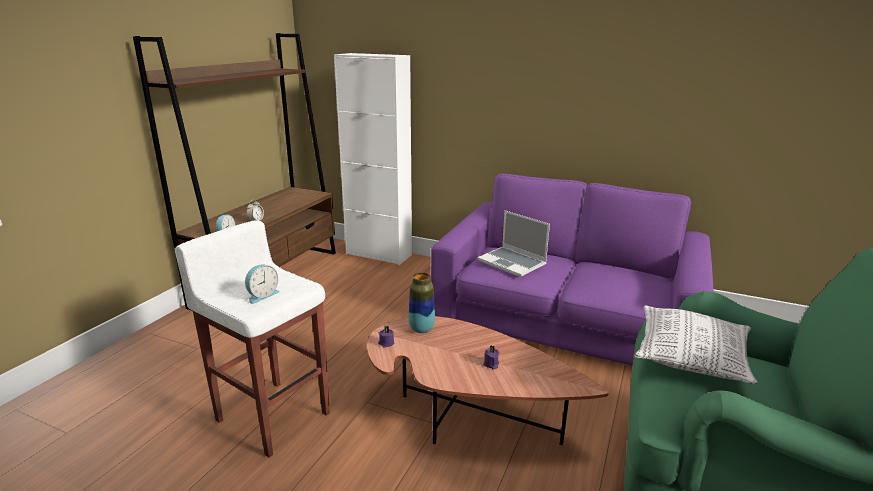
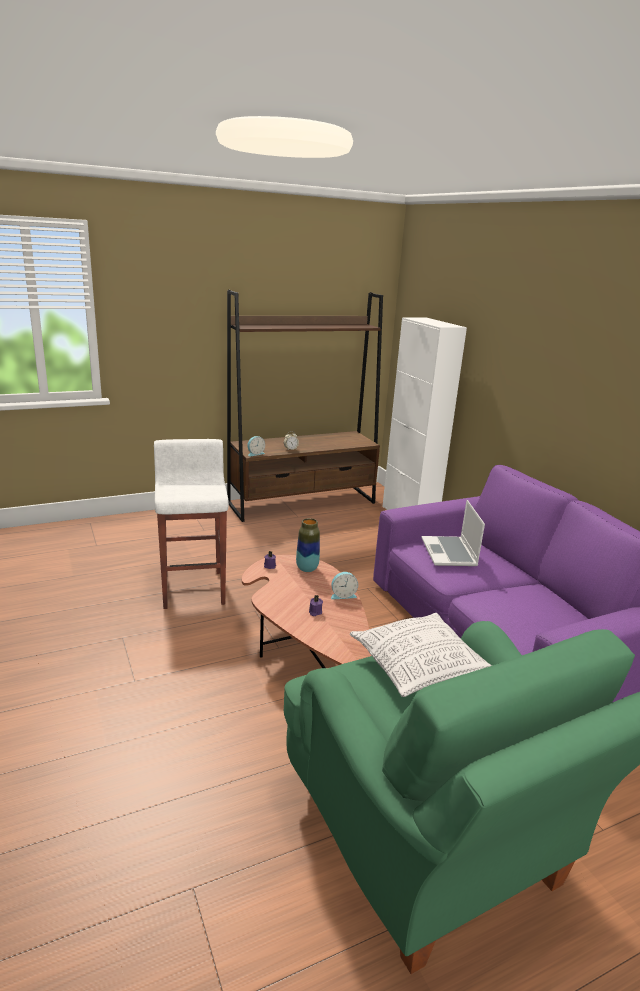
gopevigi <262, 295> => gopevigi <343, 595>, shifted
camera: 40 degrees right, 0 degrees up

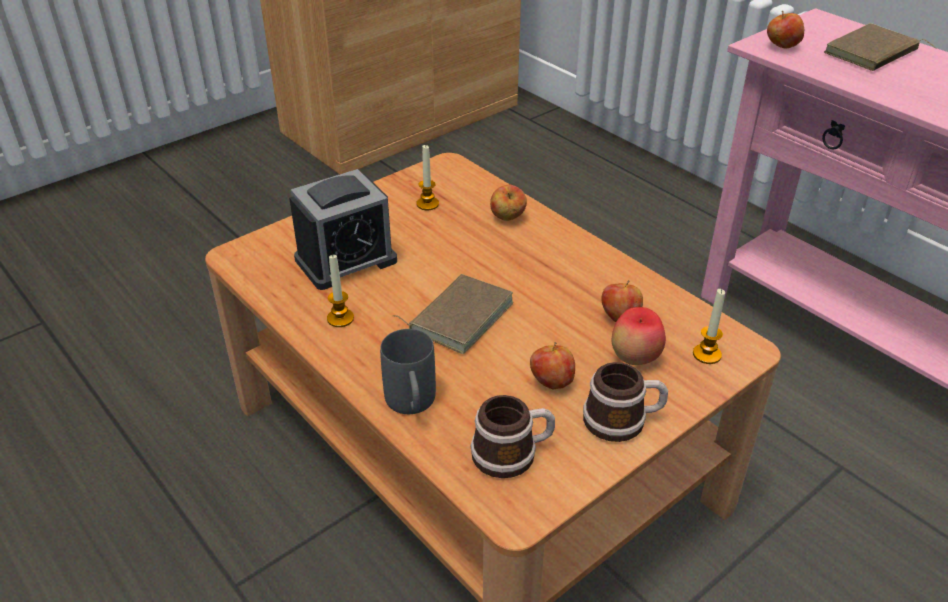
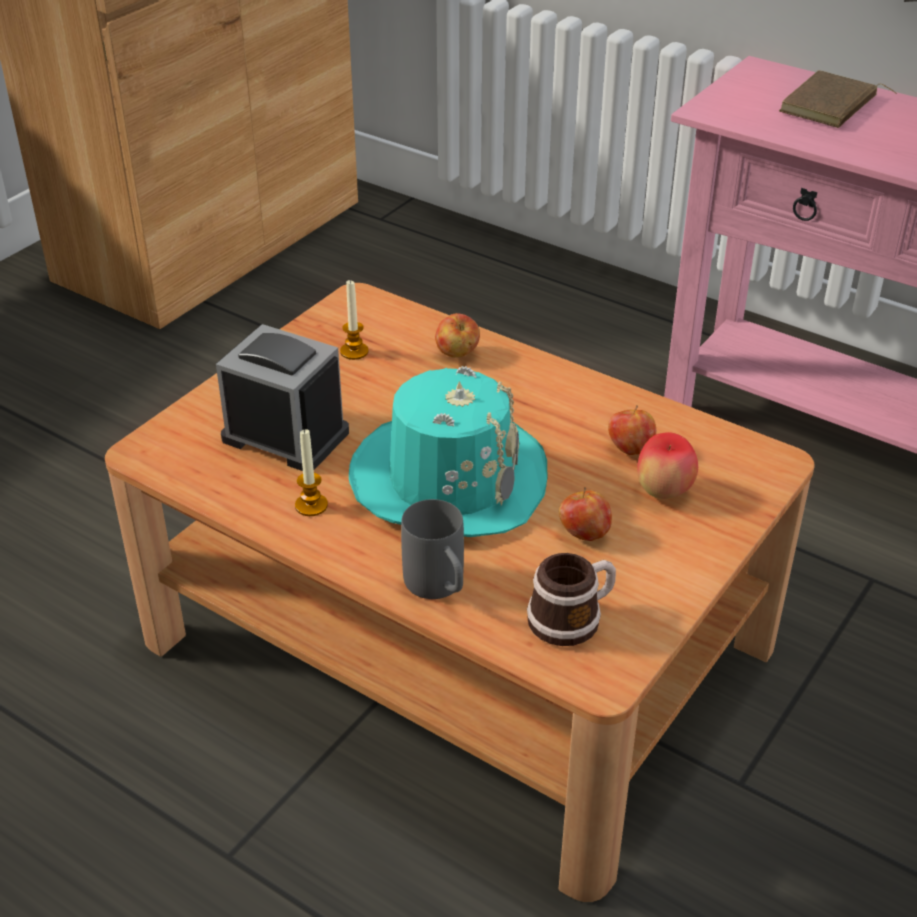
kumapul <781, 47> => nothing
gopevigi <346, 260> => gopevigi <285, 435>, 105 degrees counterclockwise
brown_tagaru <459, 316> => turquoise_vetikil <449, 478>
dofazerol <707, 354> => nothing
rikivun <622, 420> => nothing
camera: 15 degrees left, 0 degrees up

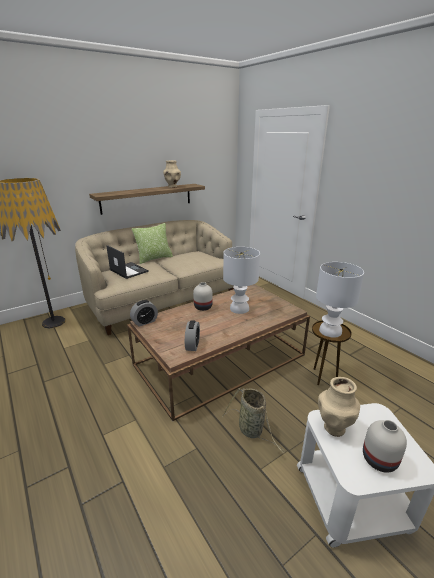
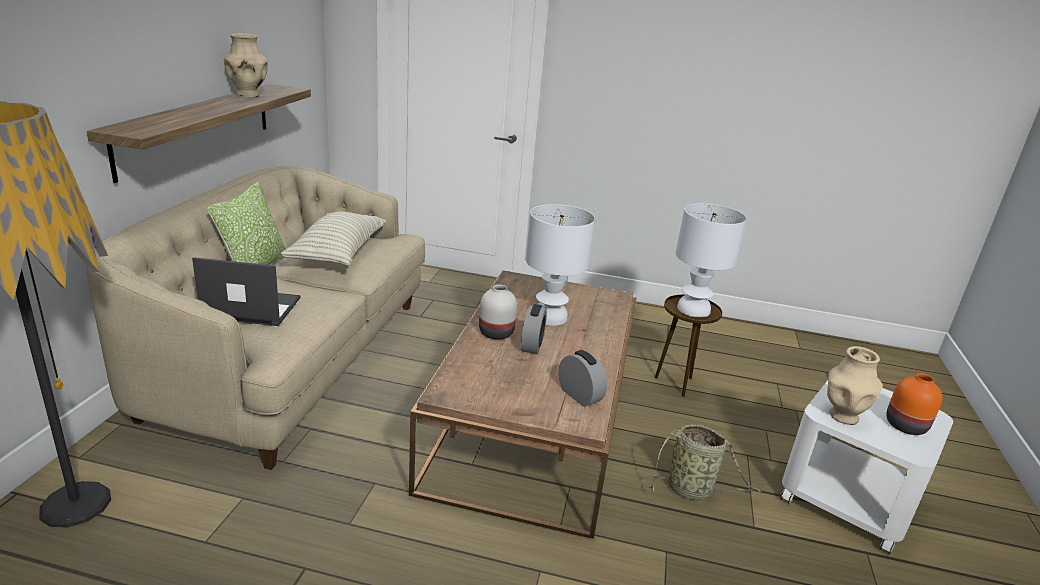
gopevigi <145, 322> => gopevigi <532, 345>, shifted
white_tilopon <379, 460> => orange_tilopon <906, 426>
nothing => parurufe <338, 253>
camera: 45 degrees left, 0 degrees up

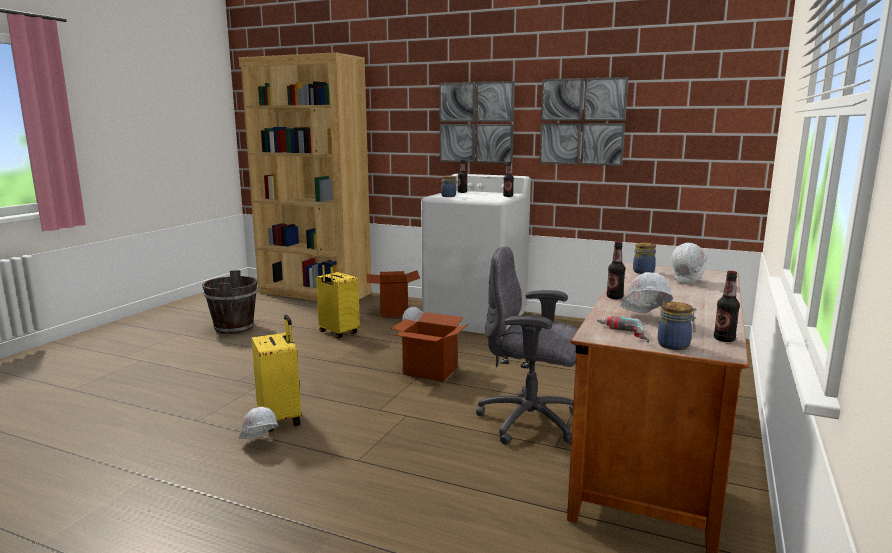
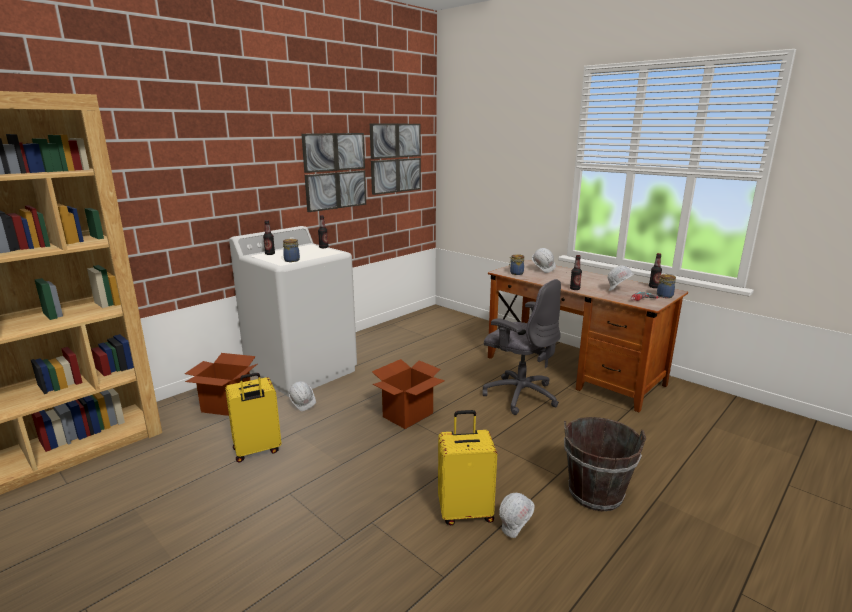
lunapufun <476, 122> => lunapufun <395, 158>, shifted
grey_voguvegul <531, 422> => grey_voguvegul <519, 395>, 90 degrees counterclockwise
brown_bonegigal <233, 328> => brown_bonegigal <595, 494>, shifted
camera: 70 degrees left, 5 degrees up

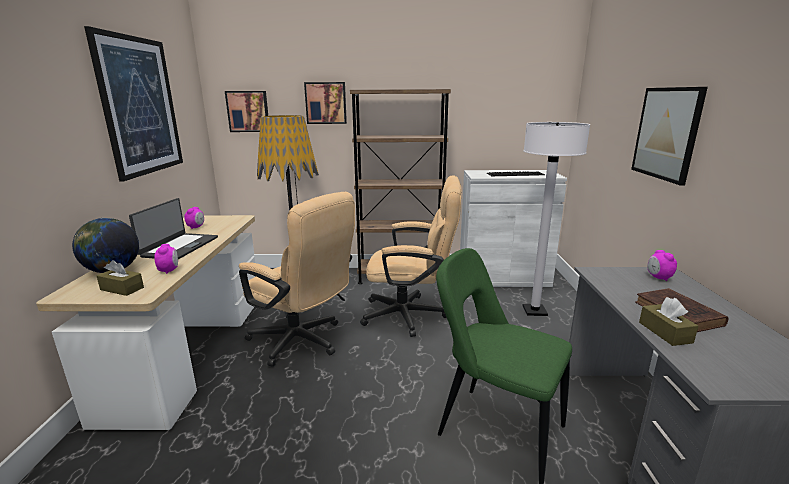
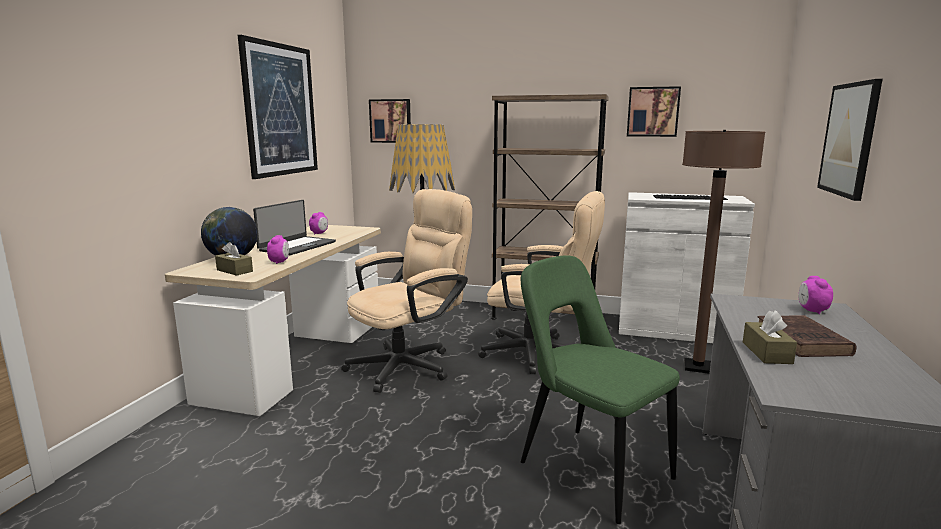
lunapufun <326, 103> => lunapufun <653, 112>, shifted
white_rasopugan <534, 311> => brown_rasopugan <697, 367>
beige_voguvegul <302, 342> => beige_voguvegul <409, 364>, 90 degrees counterclockwise
camera: 15 degrees right, 5 degrees down

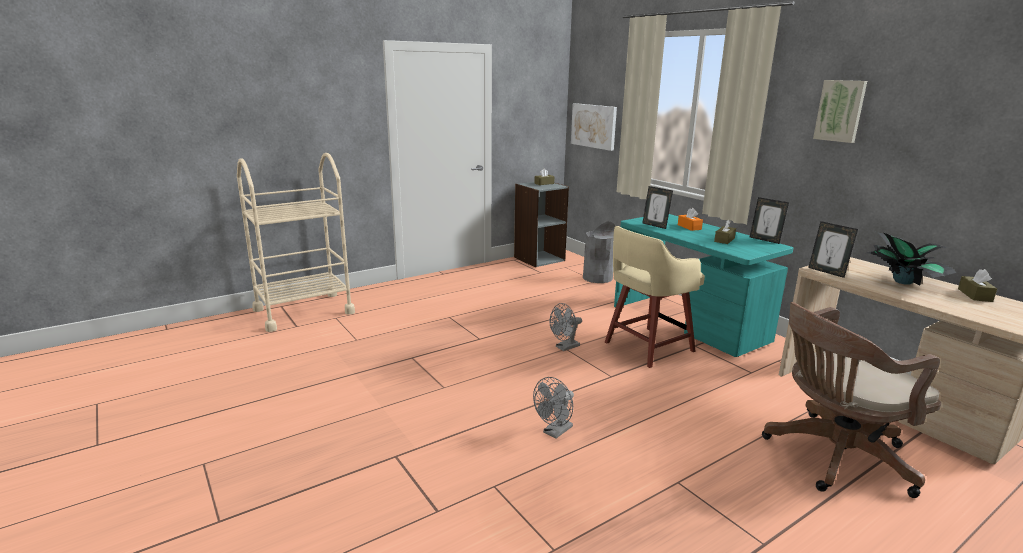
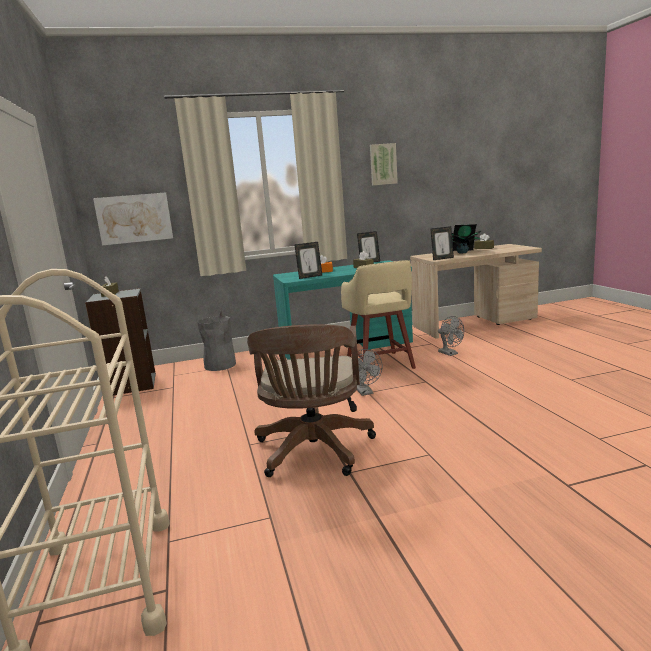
brown_voguvegul <832, 457> => brown_voguvegul <313, 452>, shifted
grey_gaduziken <555, 432> => grey_gaduziken <450, 353>, shifted
camera: 70 degrees left, 5 degrees down

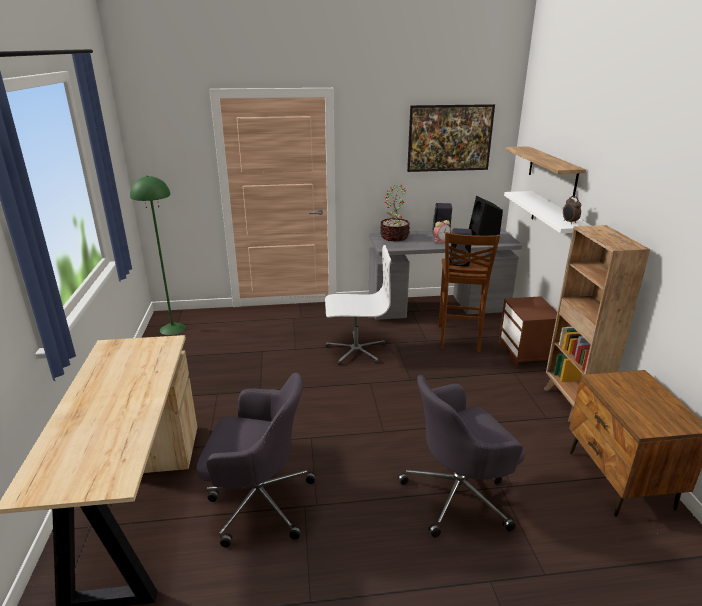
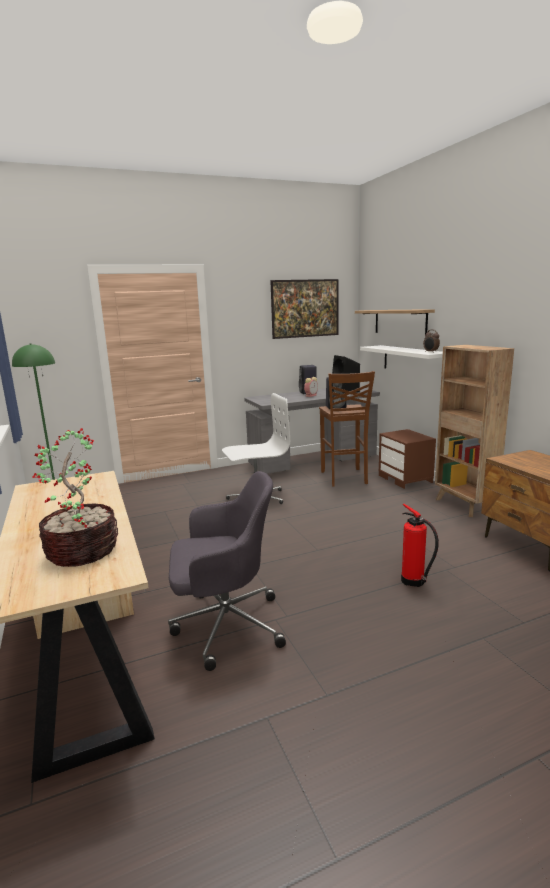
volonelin <394, 237> => volonelin <83, 550>, shifted
grey_voguvegul <459, 495> => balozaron <414, 582>
camera: 15 degrees left, 10 degrees down

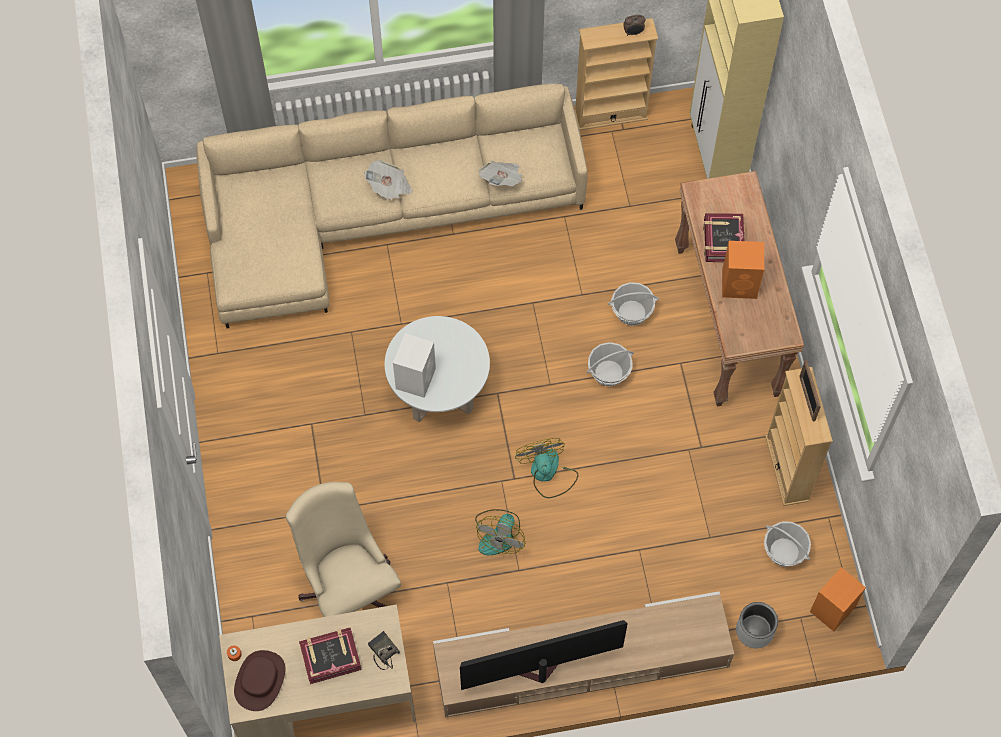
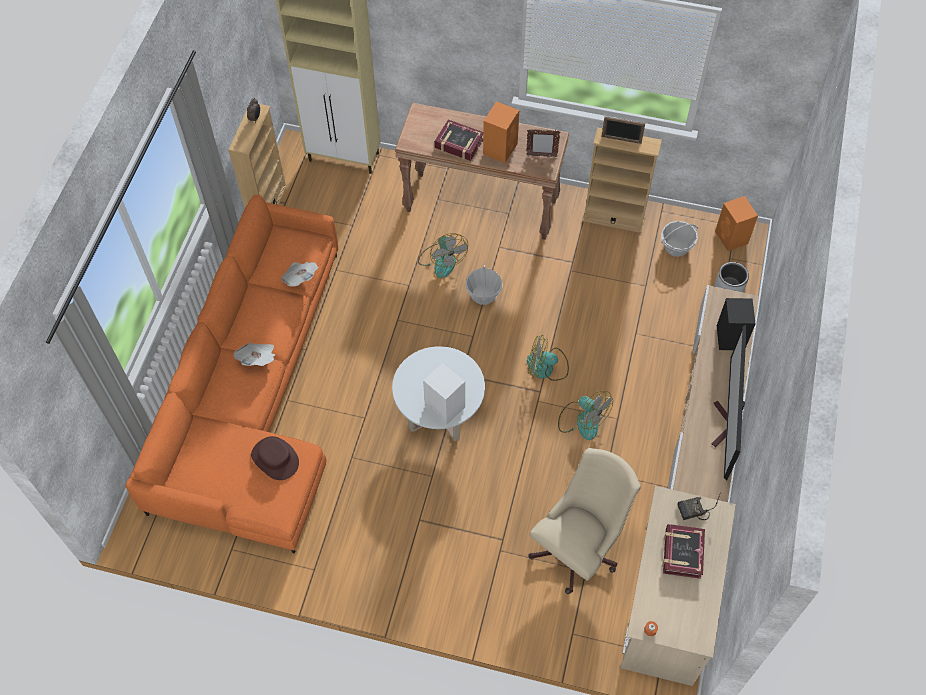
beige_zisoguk <376, 214> => orange_zisoguk <254, 397>
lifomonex <631, 313> => gaduziken <442, 260>
beige_voguvegul <348, 587> => beige_voguvegul <578, 547>, 135 degrees clockwise
brown_vetikil <260, 681> => brown_vetikil <275, 458>, shifted
nothing => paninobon <541, 156>
nothing => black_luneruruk <730, 338>
camera: 65 degrees left, 5 degrees down

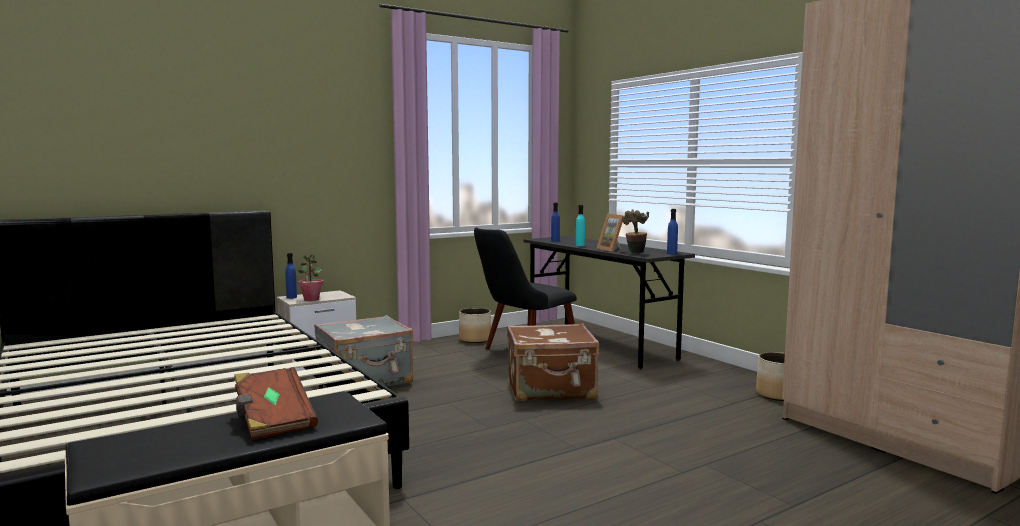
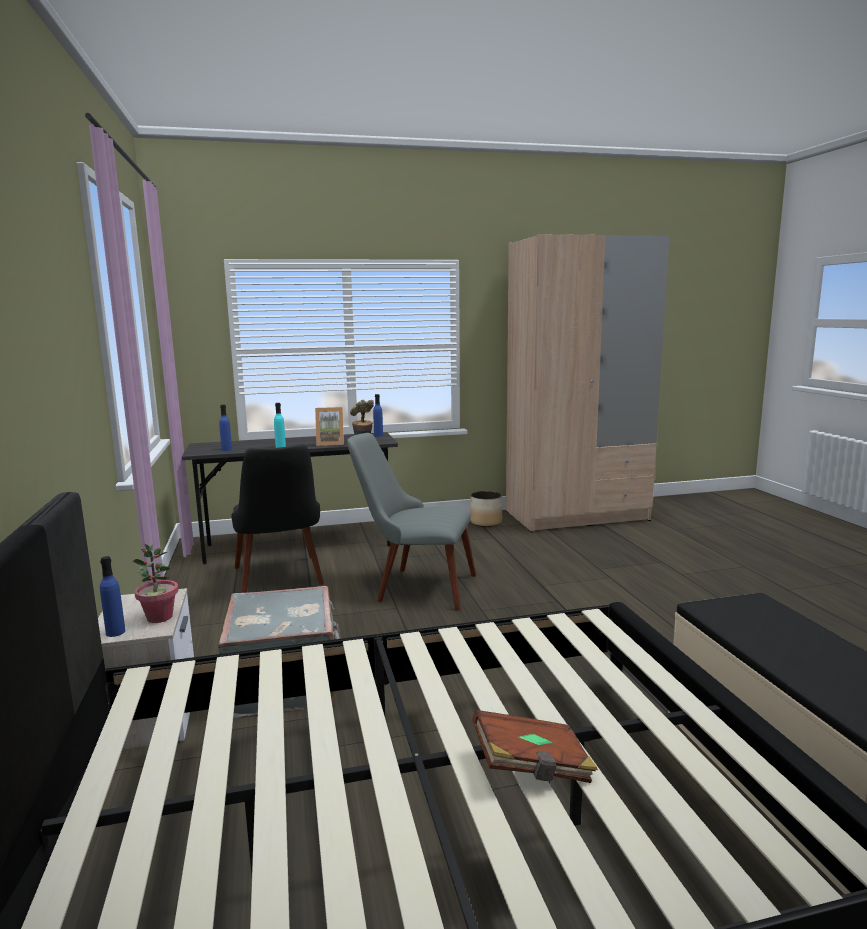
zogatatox <475, 339> => nothing
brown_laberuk <551, 390> => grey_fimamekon <413, 587>
brown_tagaru <273, 421> => brown_tagaru <532, 767>, shifted
camera: 70 degrees left, 5 degrees up

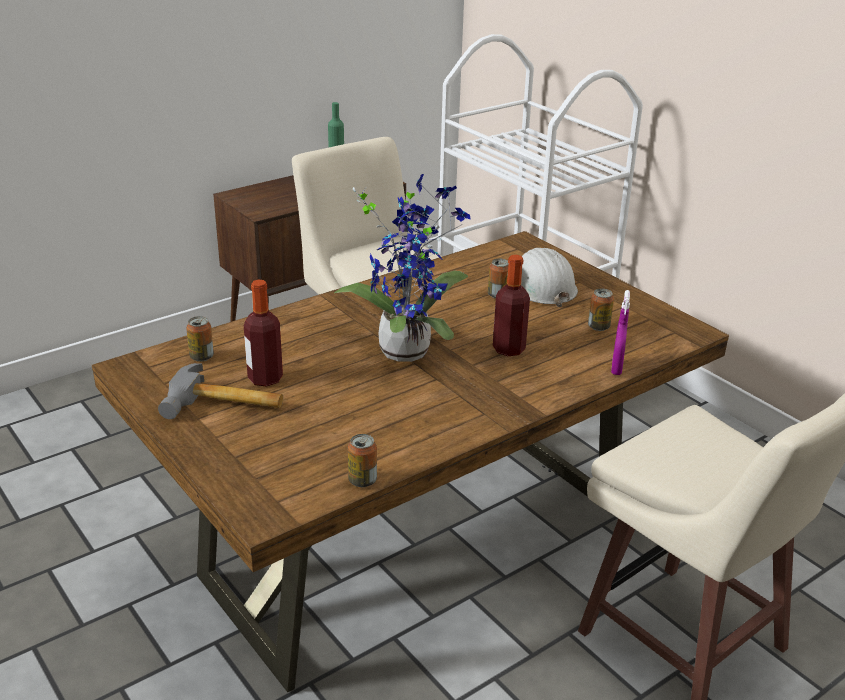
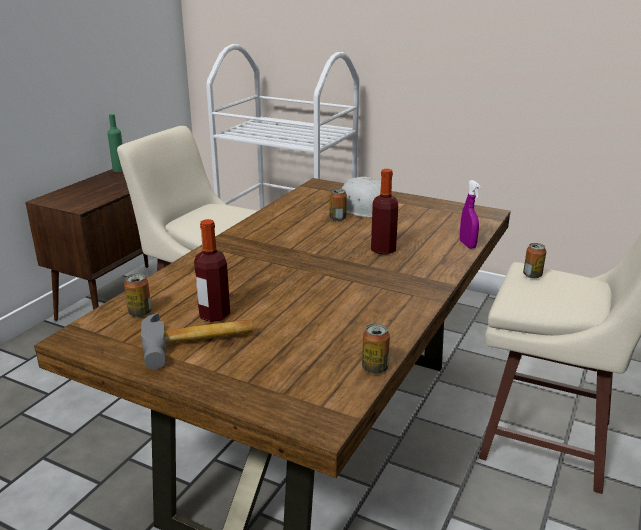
volonelin <407, 348> => nothing
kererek <598, 327> => kererek <532, 275>, shifted
camera: 25 degrees left, 5 degrees down

